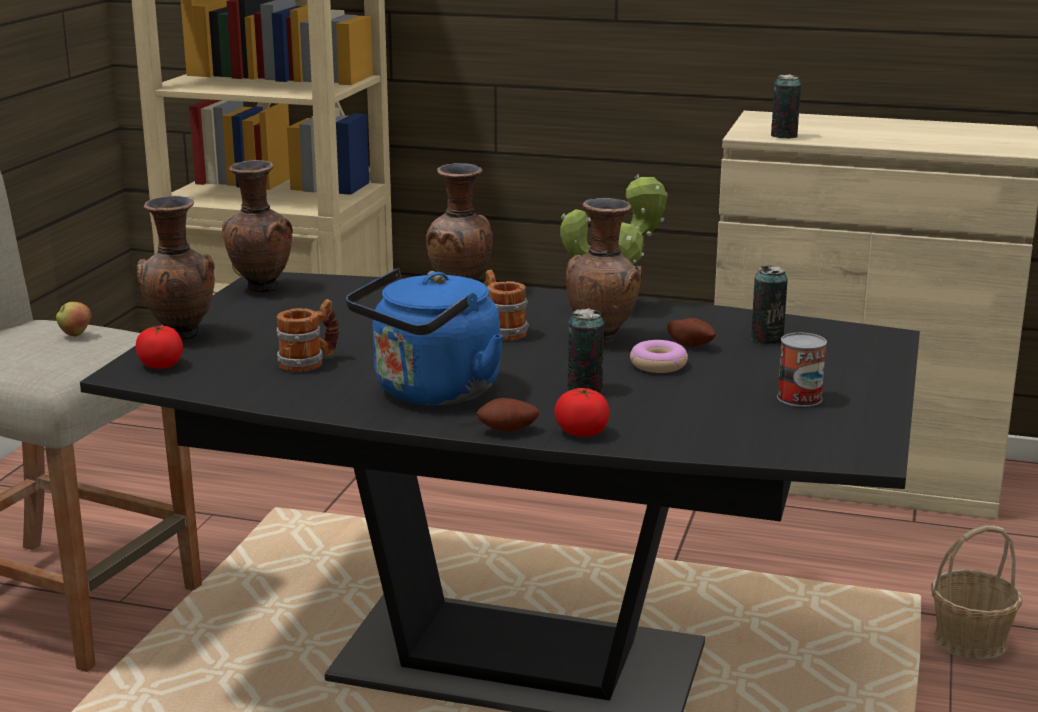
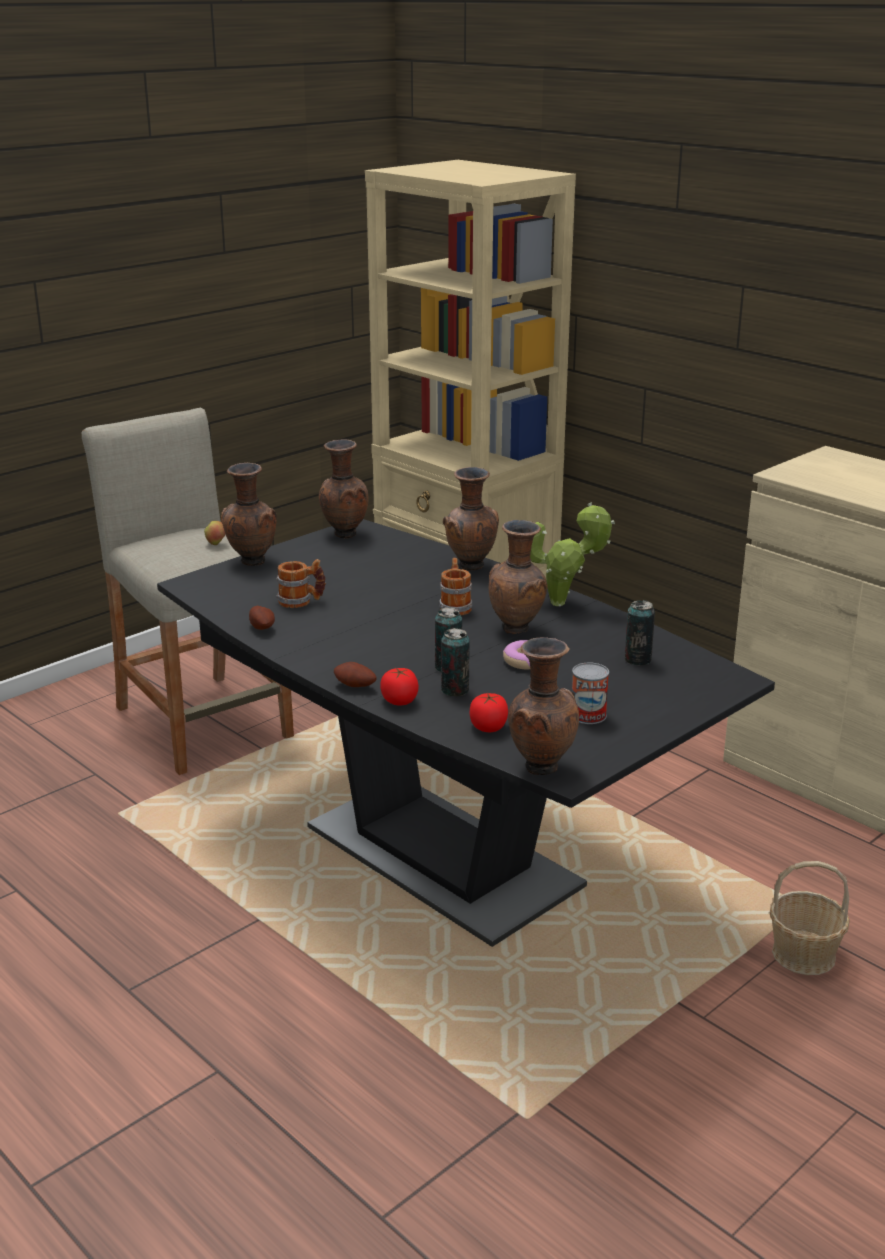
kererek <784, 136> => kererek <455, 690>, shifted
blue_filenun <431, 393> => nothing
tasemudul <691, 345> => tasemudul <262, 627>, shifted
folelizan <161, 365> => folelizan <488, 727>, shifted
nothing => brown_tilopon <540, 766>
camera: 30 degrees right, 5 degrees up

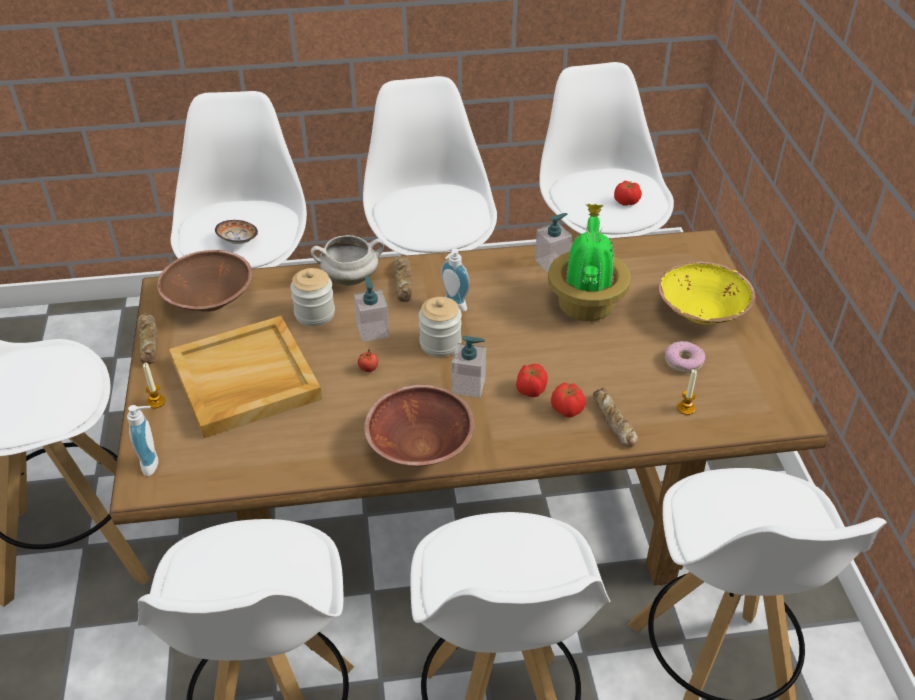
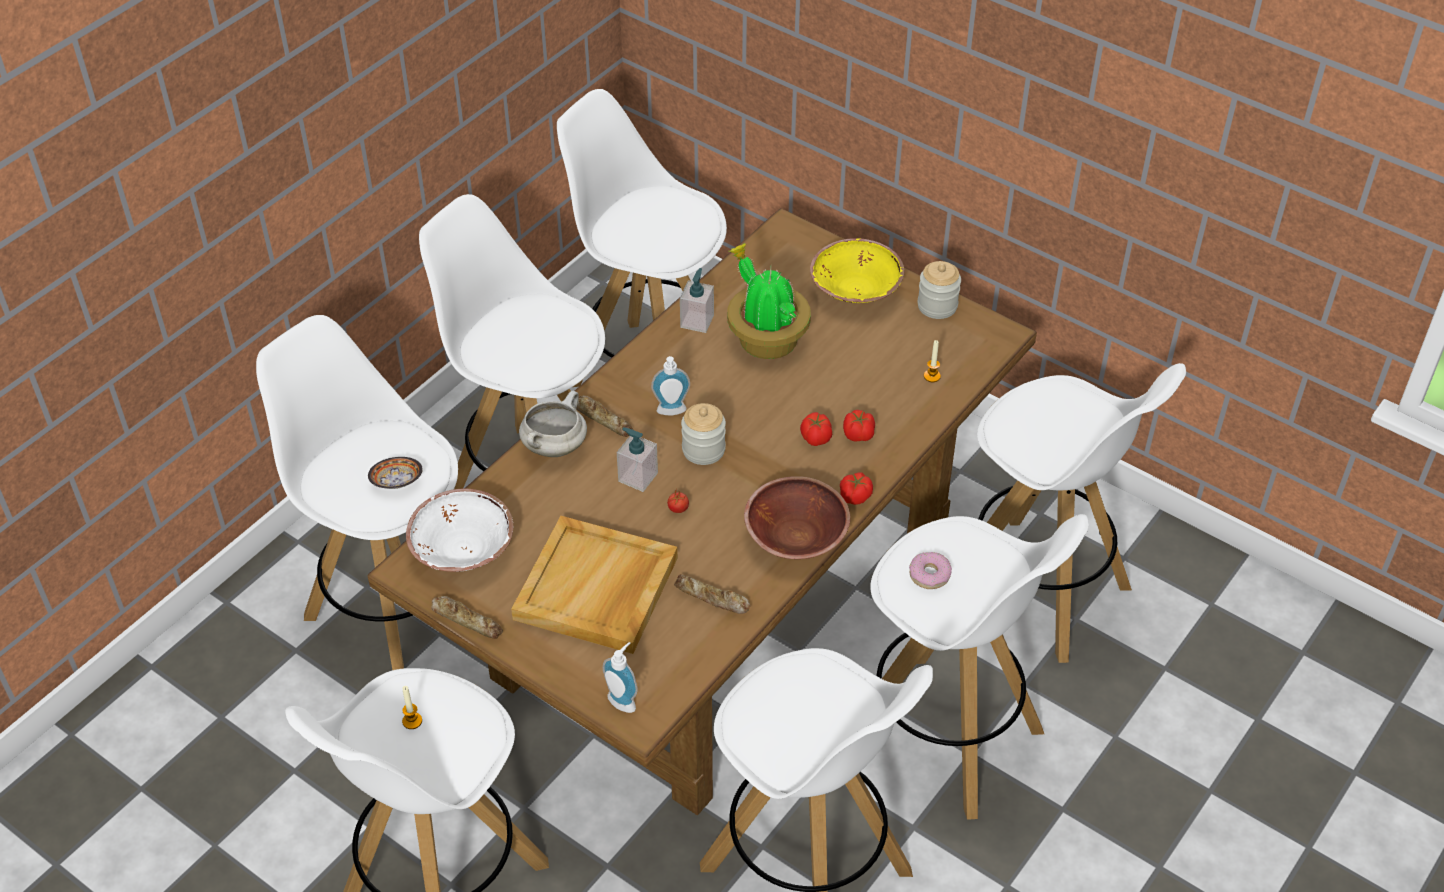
folelizan <626, 202> => folelizan <855, 497>, shifted
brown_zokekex <210, 300> => white_zokekex <463, 549>
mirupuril <314, 314> => mirupuril <937, 306>, shifted
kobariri <469, 386> => nothing
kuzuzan <683, 362> => kuzuzan <929, 574>, shifted
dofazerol <156, 402> => dofazerol <412, 721>, shifted
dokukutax <613, 421> => dokukutax <712, 599>, shifted
camera: 45 degrees left, 5 degrees up

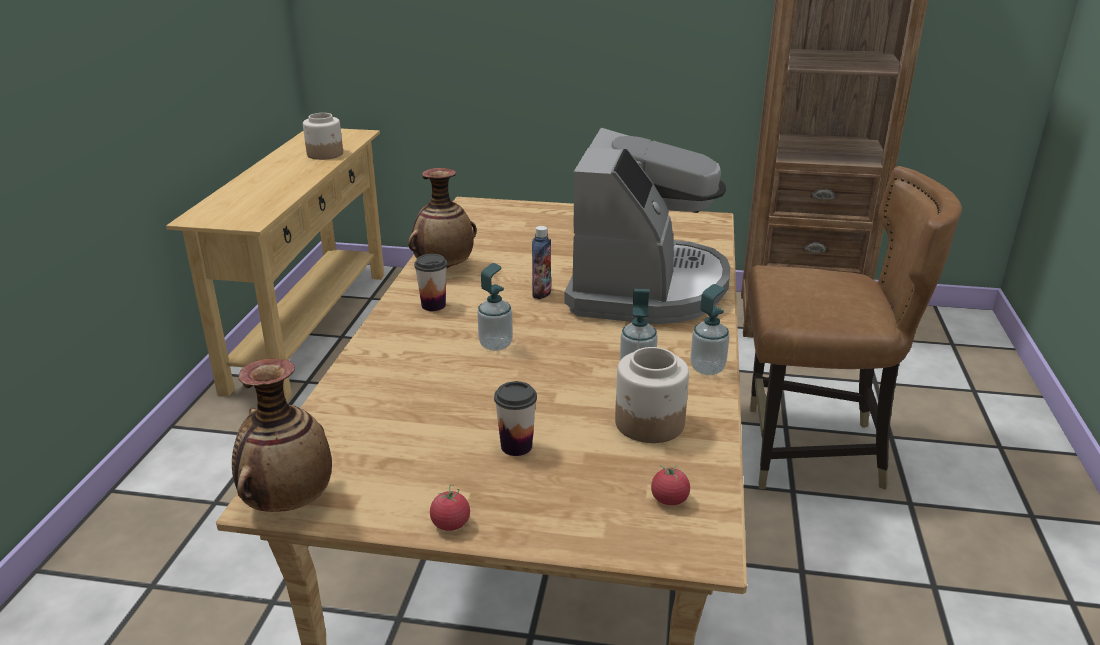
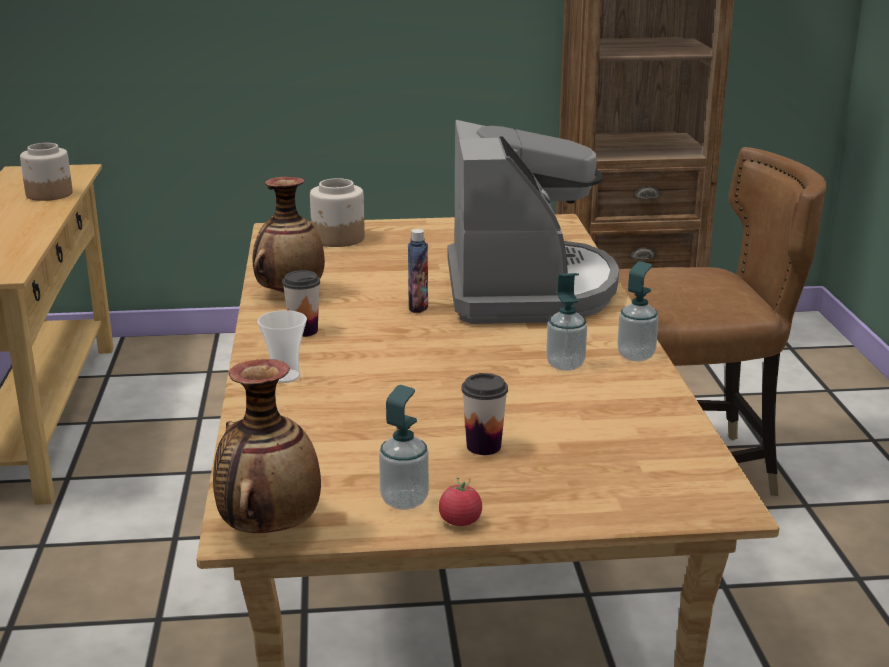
kobariri <495, 344> => kobariri <404, 500>, shifted
mirupuril <649, 424> => mirupuril <338, 239>, shifted
folelizan <669, 499> => nothing
nothing => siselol <285, 376>
camera: 15 degrees left, 5 degrees down

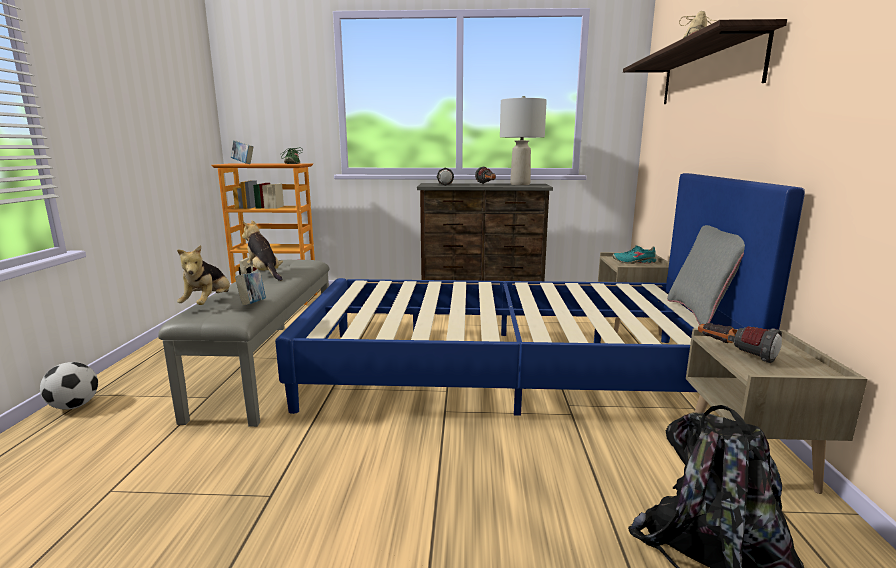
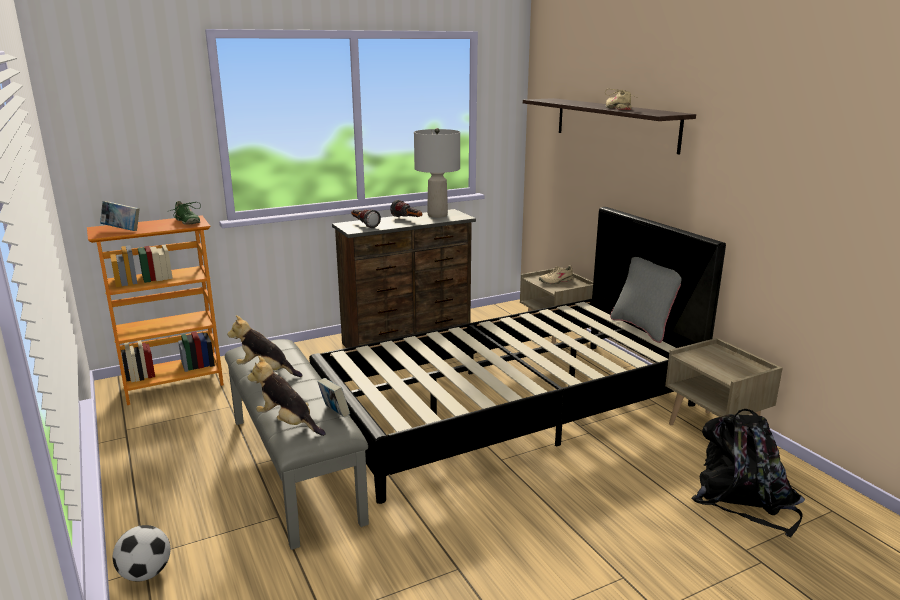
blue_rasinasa <509, 371> => black_rasinasa <510, 409>
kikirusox <208, 304> => kikirusox <288, 423>, 150 degrees clockwise
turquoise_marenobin <634, 262> => beige_marenobin <556, 281>
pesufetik <734, 352> => nothing
camera: 30 degrees left, 5 degrees up

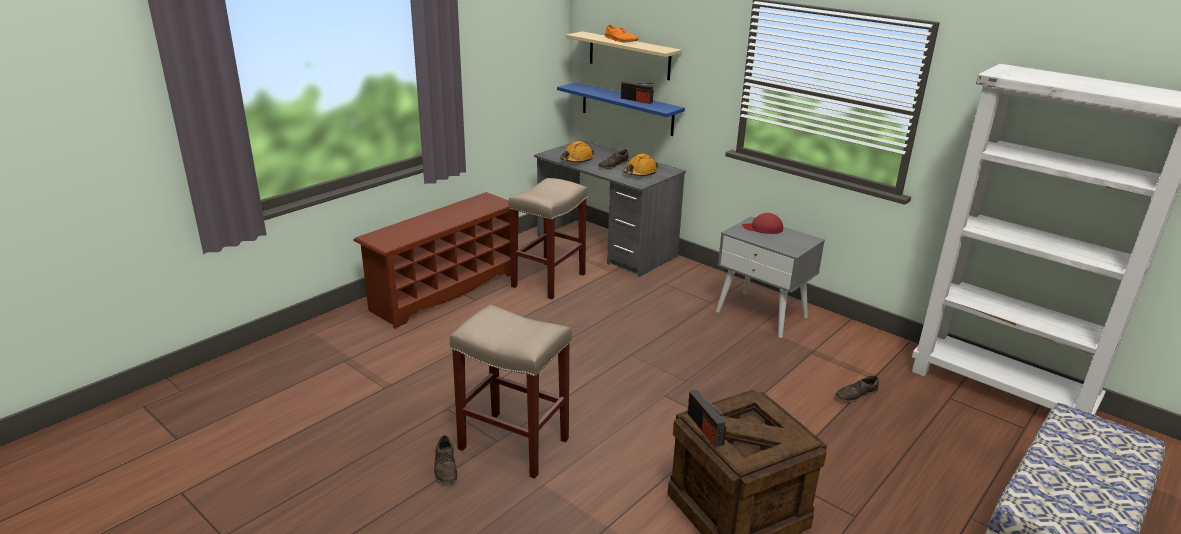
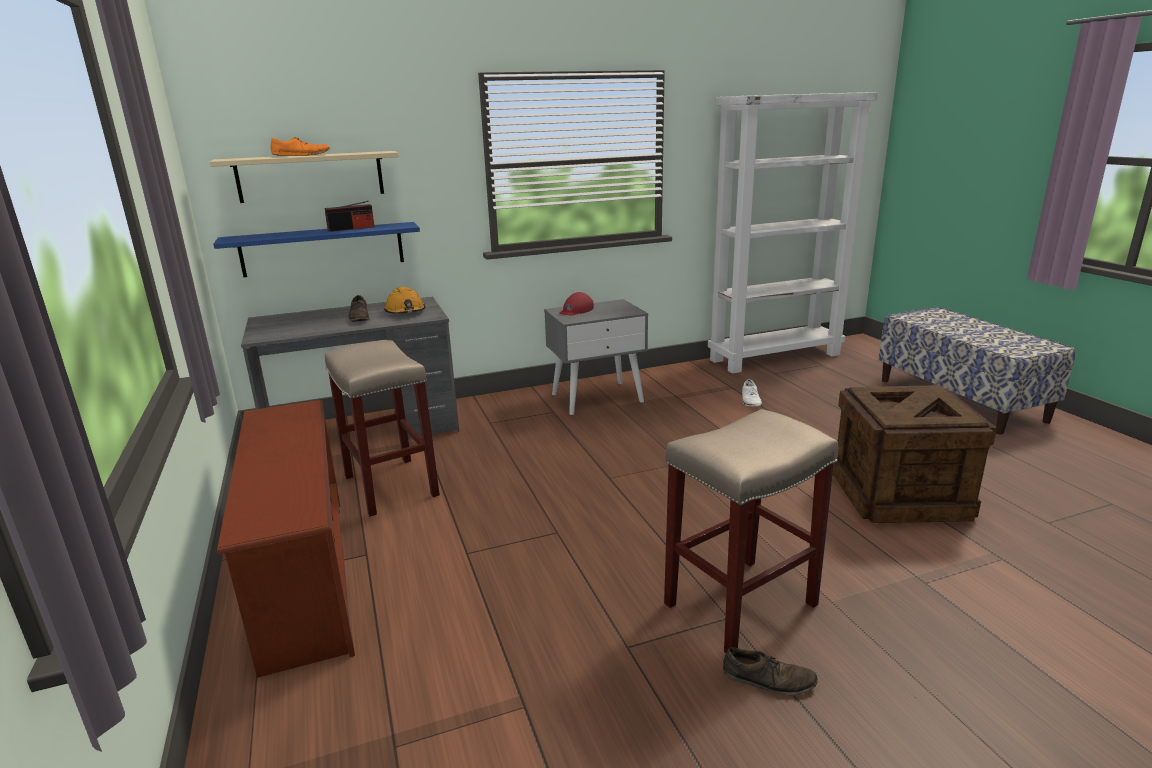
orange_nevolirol <576, 160> => nothing
brown_marenobin <855, 394> => white_marenobin <751, 400>
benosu <705, 429> => nothing
camera: 60 degrees left, 5 degrees down

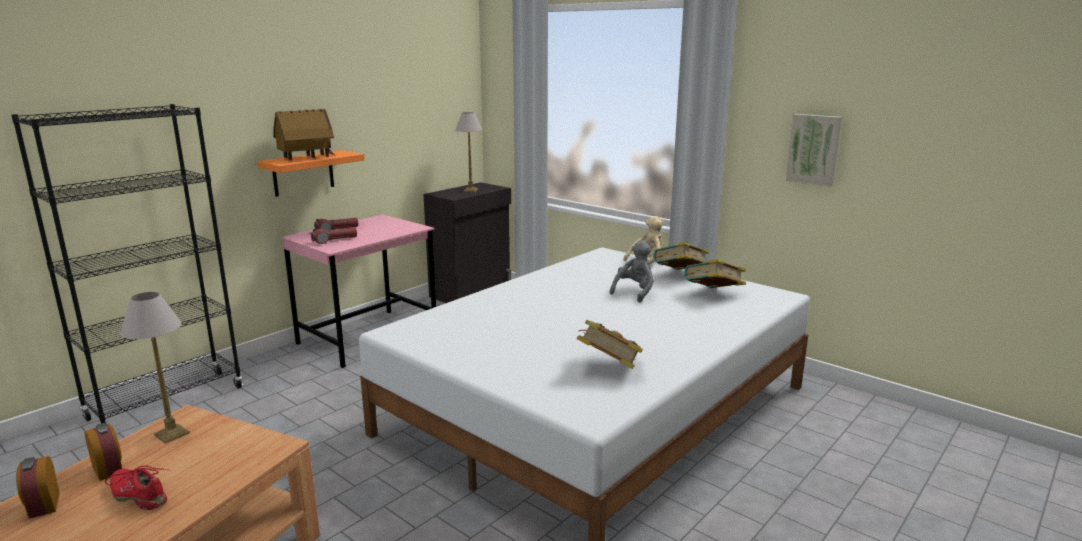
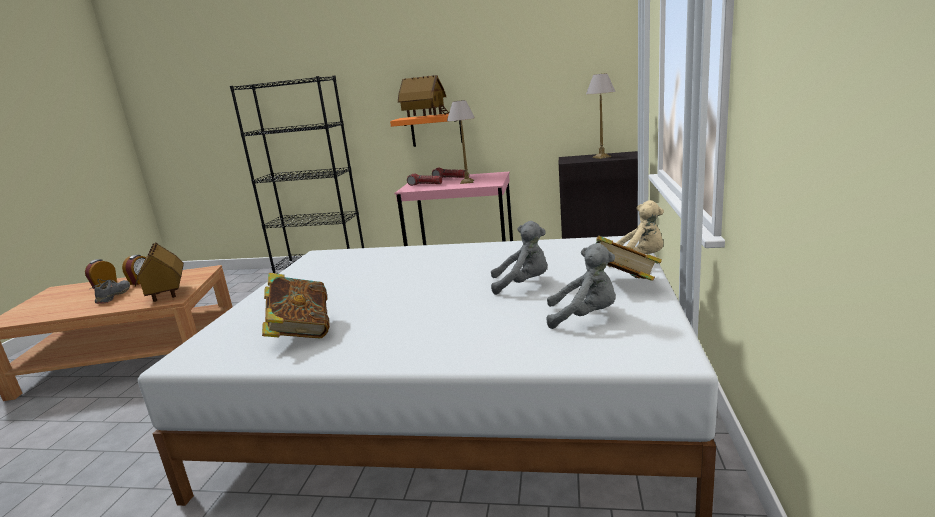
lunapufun <814, 149> => nothing
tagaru <713, 294> => grey_kikirusox <584, 317>
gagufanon <172, 433> => gagufanon <467, 182>, shifted
red_marenobin <139, 495> => grey_marenobin <114, 296>
nothing => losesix <166, 294>
camera: 60 degrees right, 0 degrees up

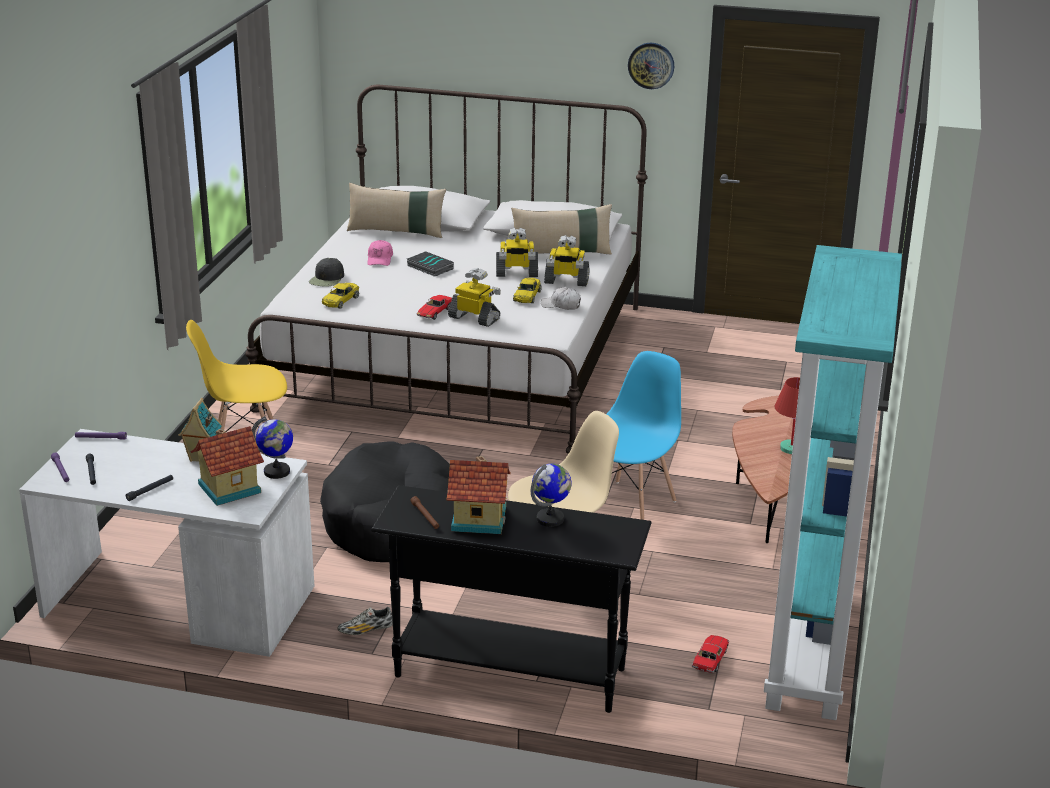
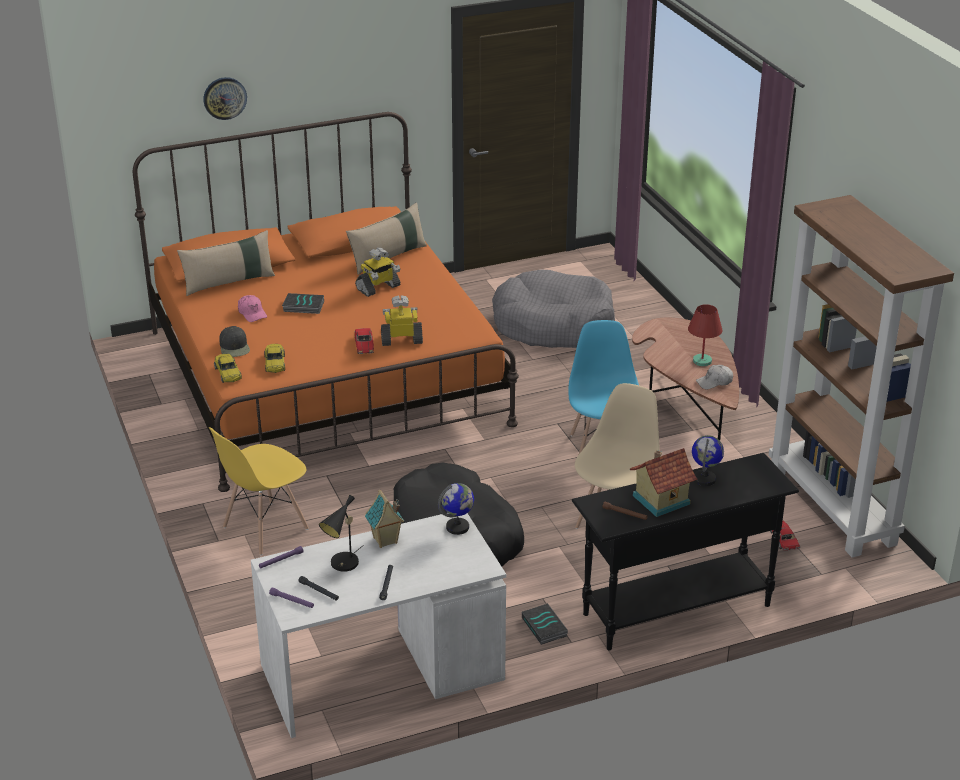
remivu <651, 65> => remivu <224, 98>, shifted
white_rasinasa <458, 356> => orange_rasinasa <325, 377>
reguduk <566, 281> => nothing
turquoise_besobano <811, 653> => brown_besobano <833, 507>
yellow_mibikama <527, 296> => yellow_mibikama <228, 373>, shifted
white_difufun <561, 305> => white_difufun <714, 382>, shifted
losesix <228, 487> => nothing
marenobin <366, 630> => tagaru <545, 627>
nothing => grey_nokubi <553, 325>
nothing => black_gagufanon <342, 565>
camera: 35 degrees left, 5 degrees up

